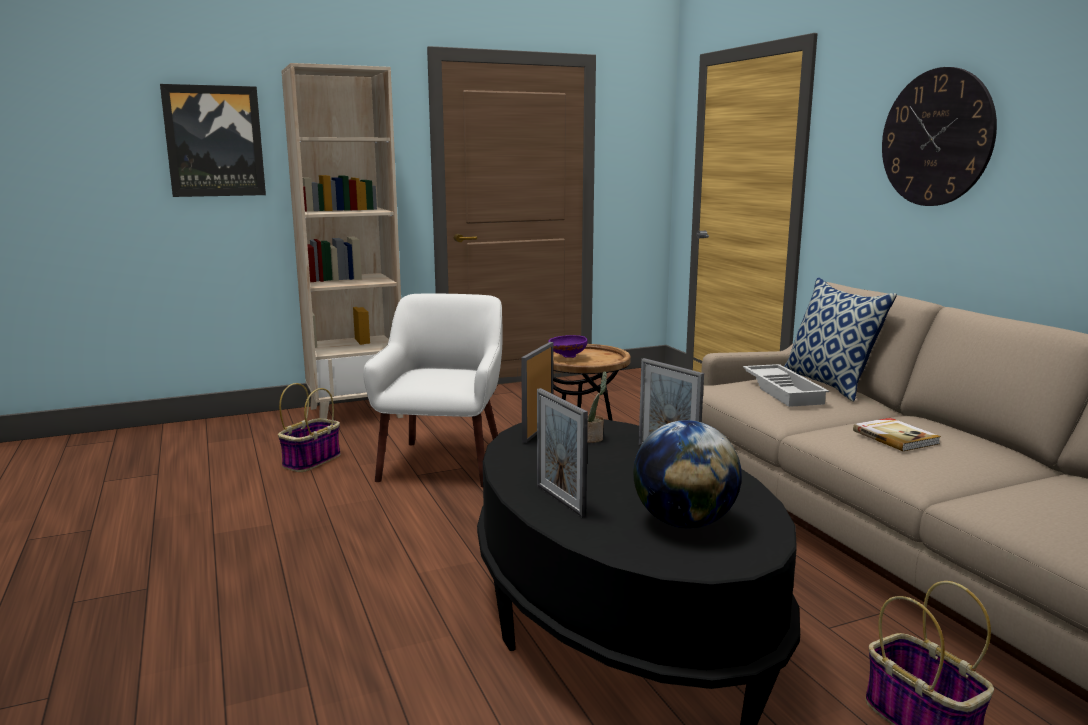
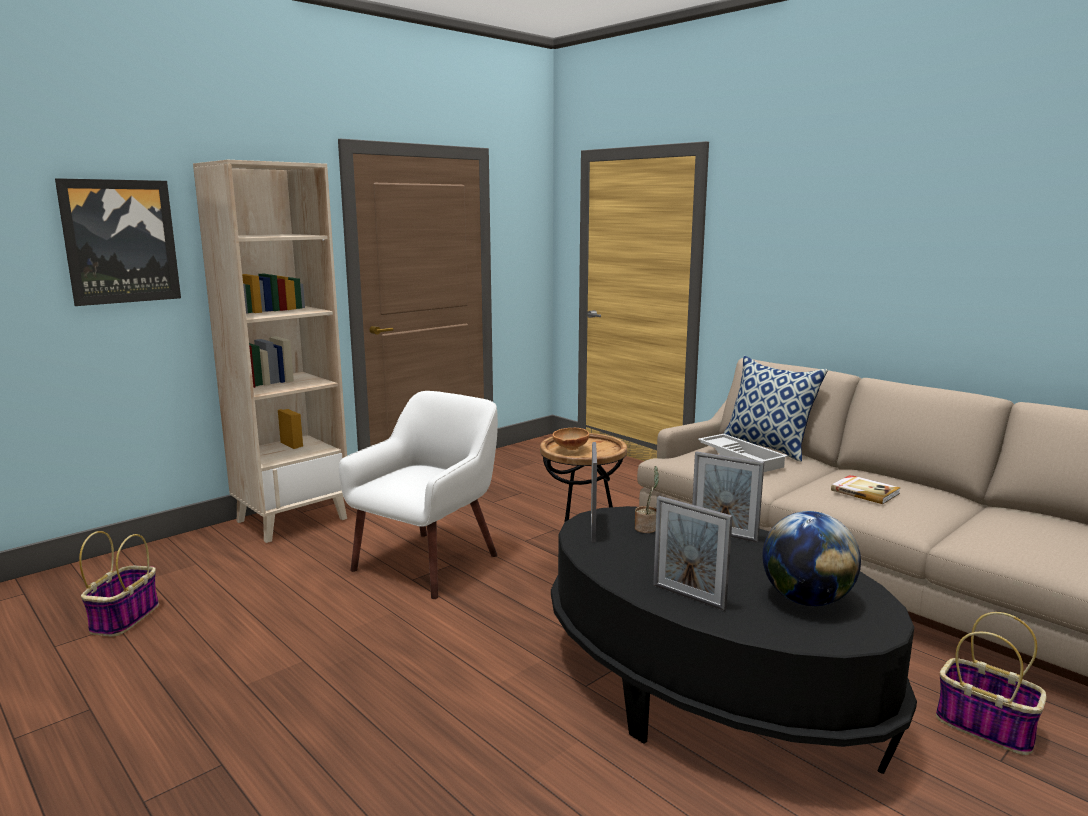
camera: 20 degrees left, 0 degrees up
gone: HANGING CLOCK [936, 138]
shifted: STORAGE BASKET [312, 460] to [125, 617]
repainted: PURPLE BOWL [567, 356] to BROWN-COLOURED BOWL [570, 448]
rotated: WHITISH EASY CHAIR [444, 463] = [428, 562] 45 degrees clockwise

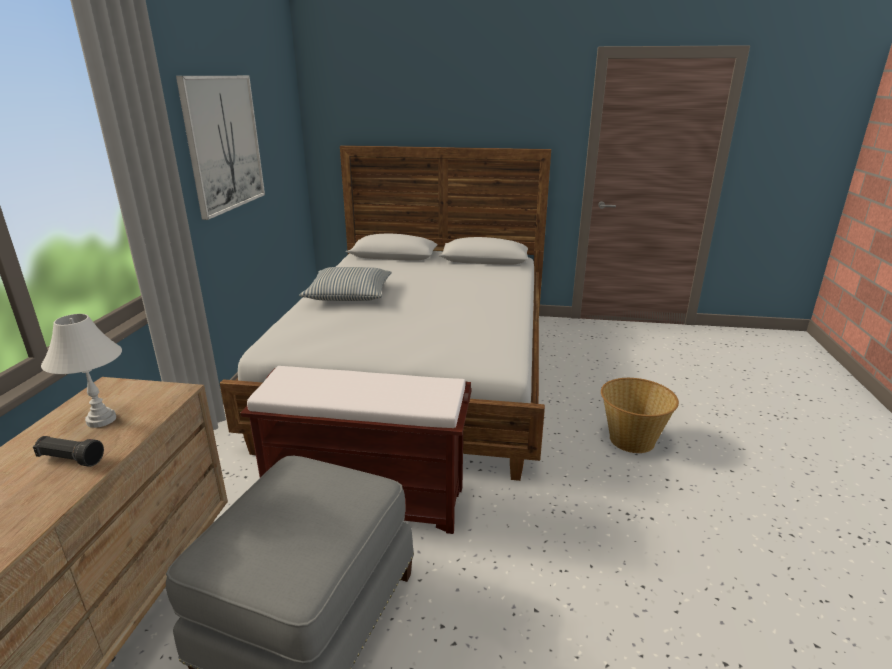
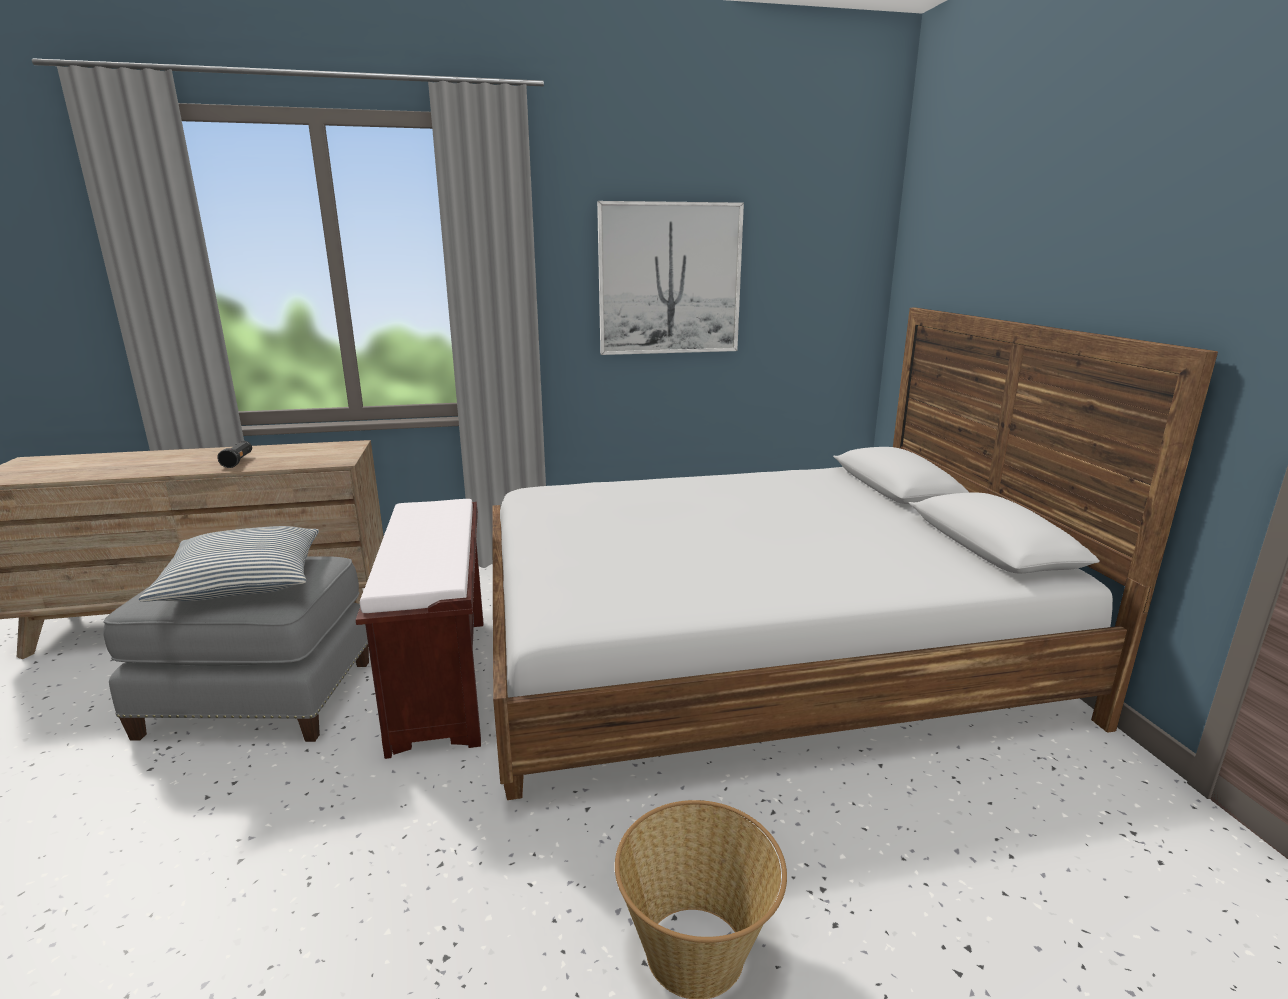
camera: 70 degrees right, 5 degrees down
gone: WHITISH LAMP FOR A TABLE [102, 420]
shifted: THROW PILLOW [349, 295] to [243, 580]

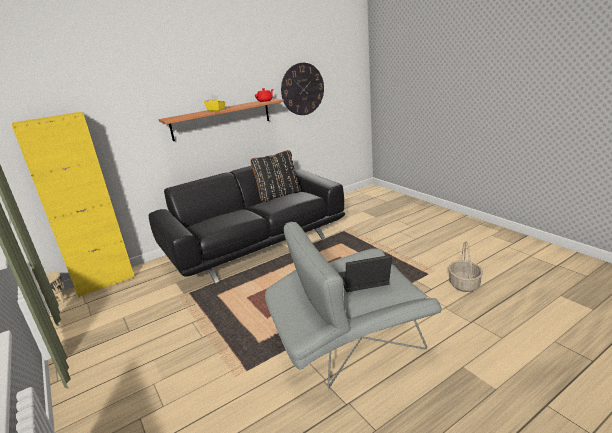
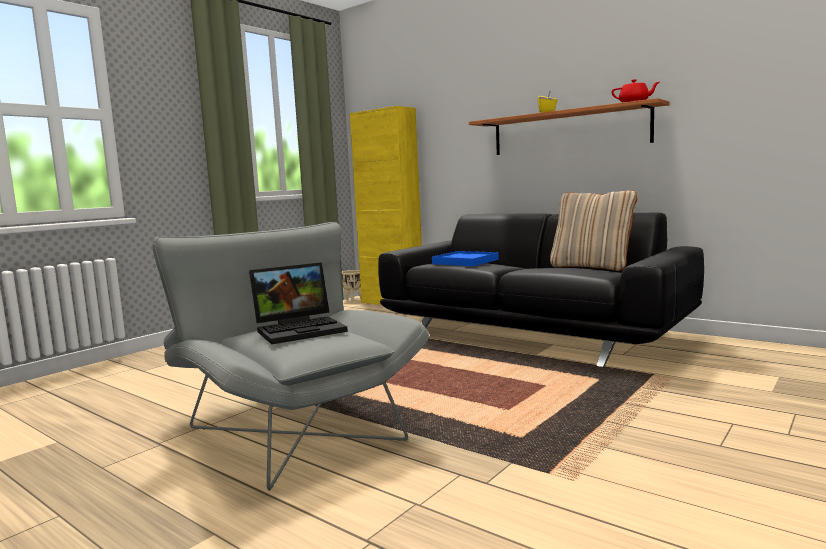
camera: 70 degrees right, 15 degrees down
gone: HANGING CLOCK [302, 89]; STORAGE BASKET [464, 285]
new: BLUE TRAY [465, 262]
repainted: BLACK-COLOURED THROW PILLOW [278, 195] to BEIGE THROW PILLOW [592, 267]
rotated: NOTEBOOK COMPUTER [363, 282] = [301, 329] 90 degrees clockwise

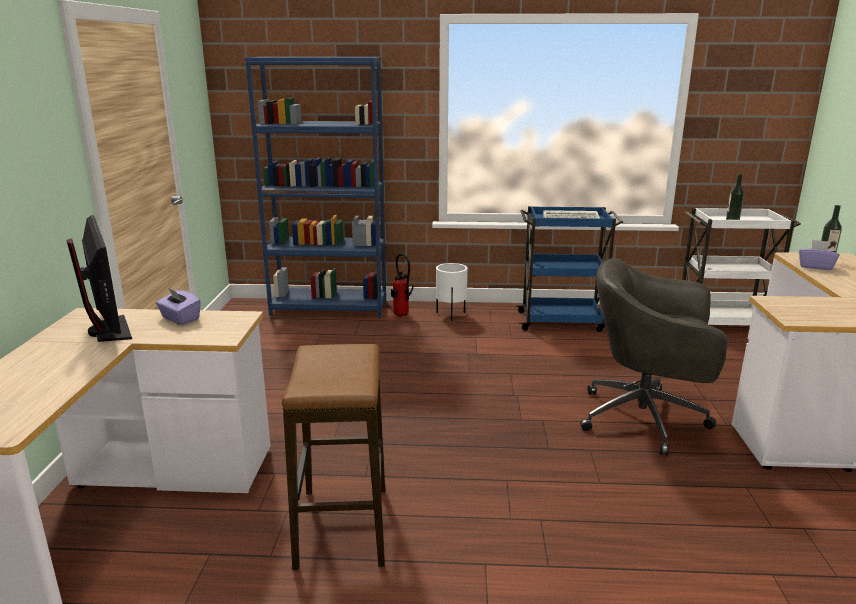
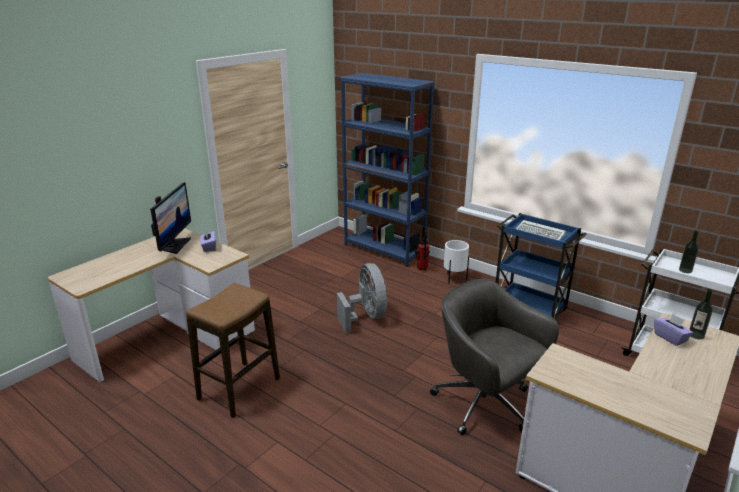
camera: 35 degrees right, 5 degrees up
new: GREYISH ELECTRIC FAN [366, 317]

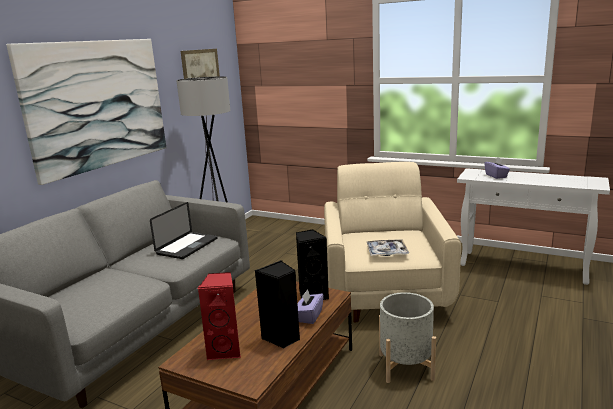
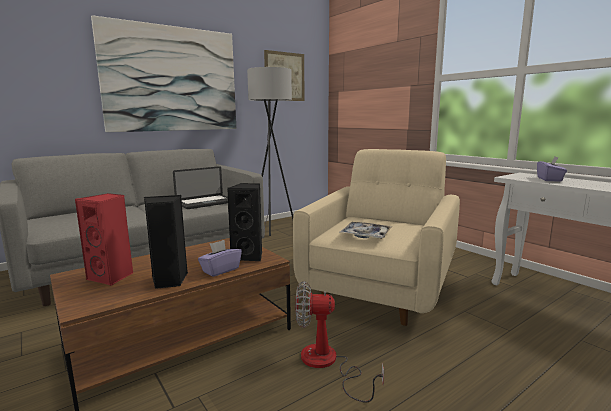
camera: 25 degrees right, 5 degrees down
swapped: GREYISH PLANT POT [405, 366] to ELECTRIC FAN [327, 364]

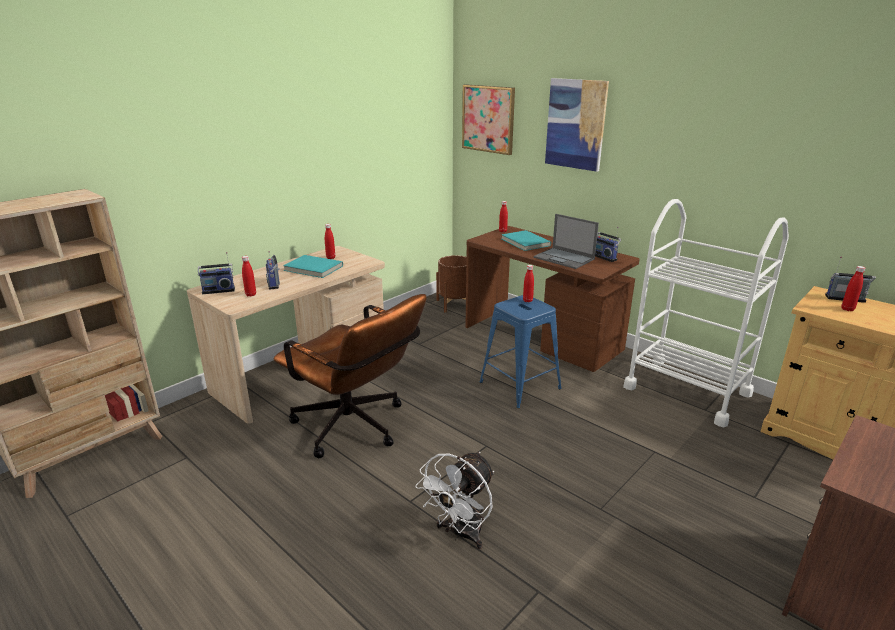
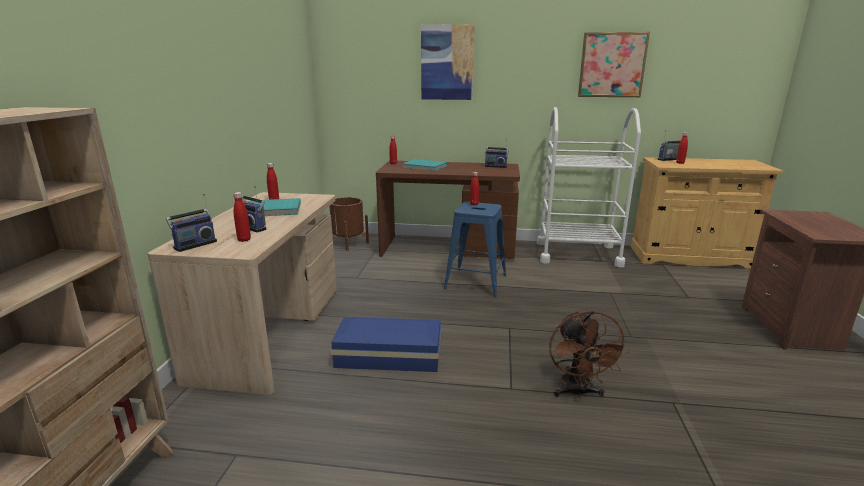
camera: 35 degrees left, 5 degrees down
gone: NOTEBOOK COMPUTER [564, 258]
shifted: PICTURE [488, 119] to [612, 65]
swapped: BROWN-COLOURED DESK CHAIR [356, 429] to BLUE STORAGE BOX [390, 356]
repainted: WHITISH ELECTRIC FAN [461, 534] to BROWN-COLOURED ELECTRIC FAN [577, 392]

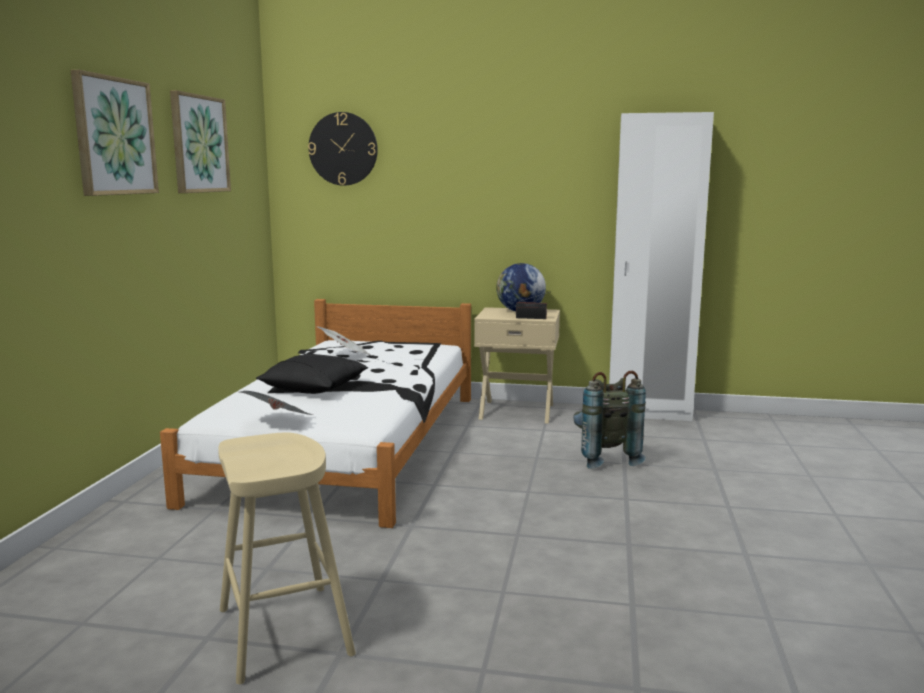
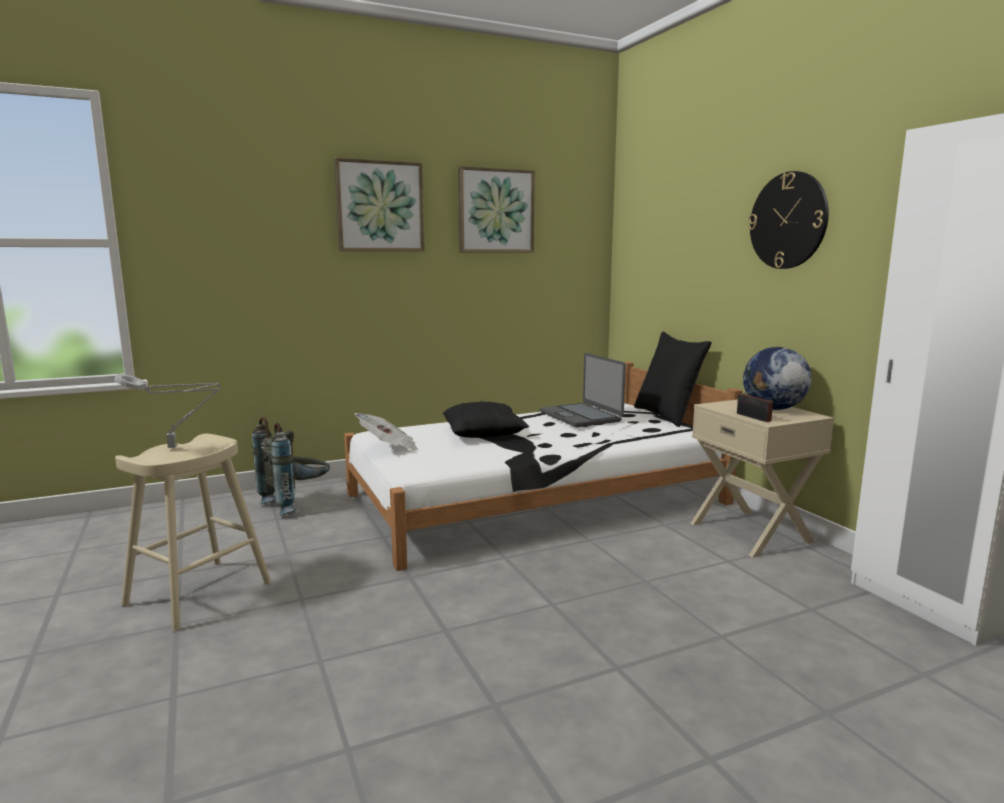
camera: 55 degrees right, 0 degrees up
new: GREYISH LAMP FOR A TABLE [176, 447]; BLACK-COLOURED THROW PILLOW [666, 415]
shifted: HANGING CLOCK [343, 149] to [788, 220]; GREYISH KNAPSACK [603, 457] to [296, 503]
swapped: PRINTED PAPER [345, 355] to NOTEBOOK COMPUTER [581, 416]

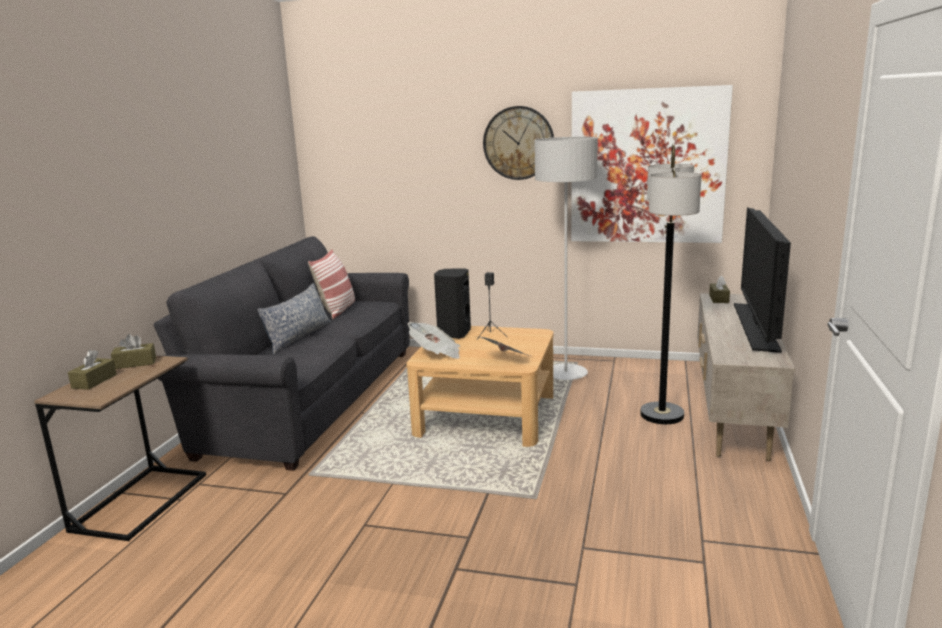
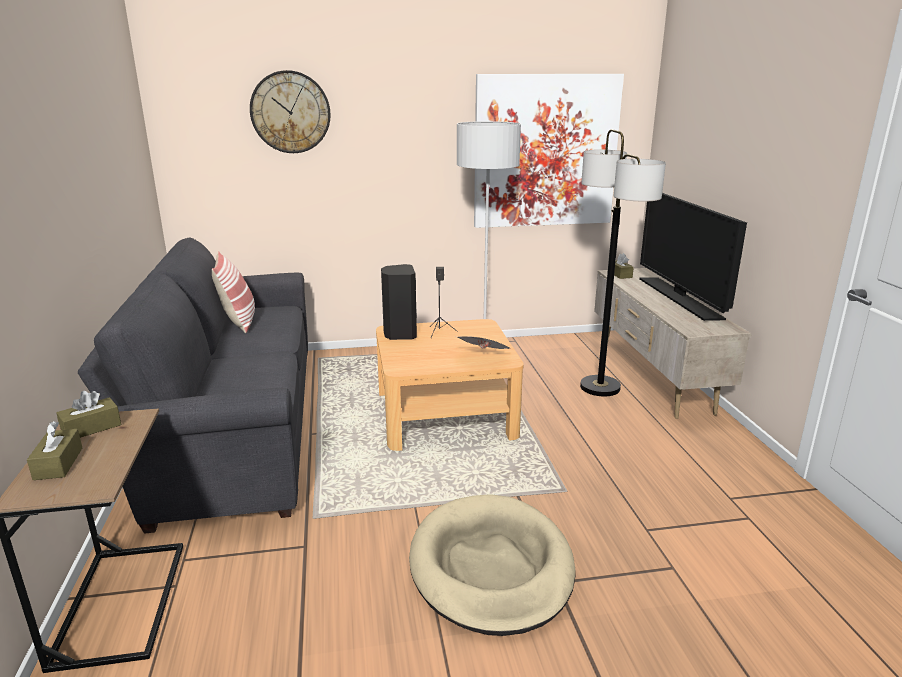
camera: 25 degrees left, 5 degrees up
gone: THROW PILLOW [298, 337]; PRINTED PAPER [436, 354]
new: BEIGE PET BED [491, 567]
shifted: HANGING CLOCK [518, 143] to [290, 112]

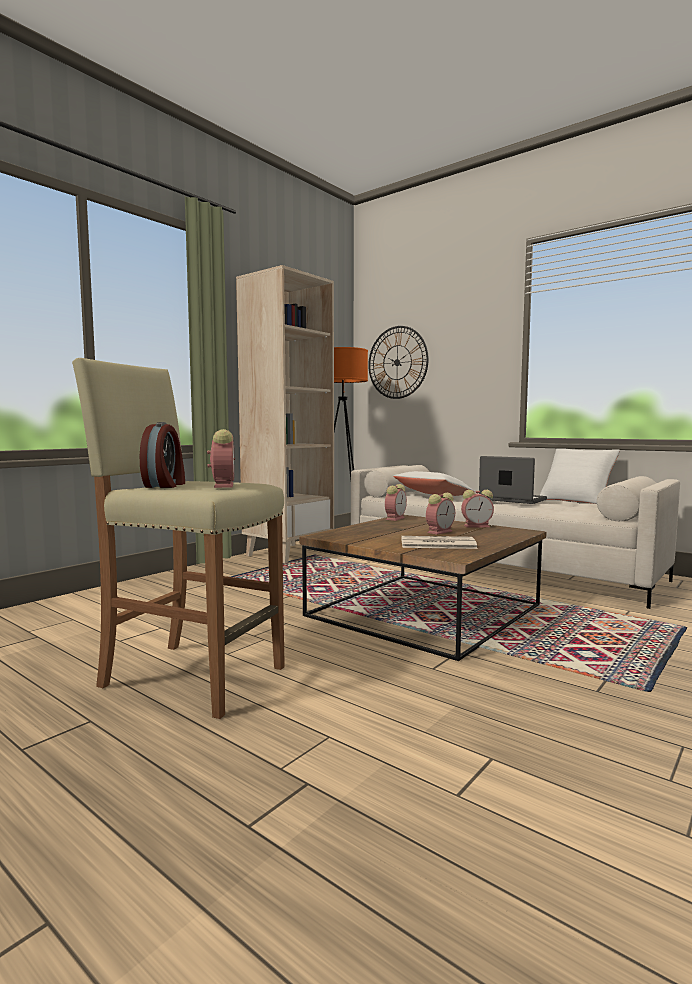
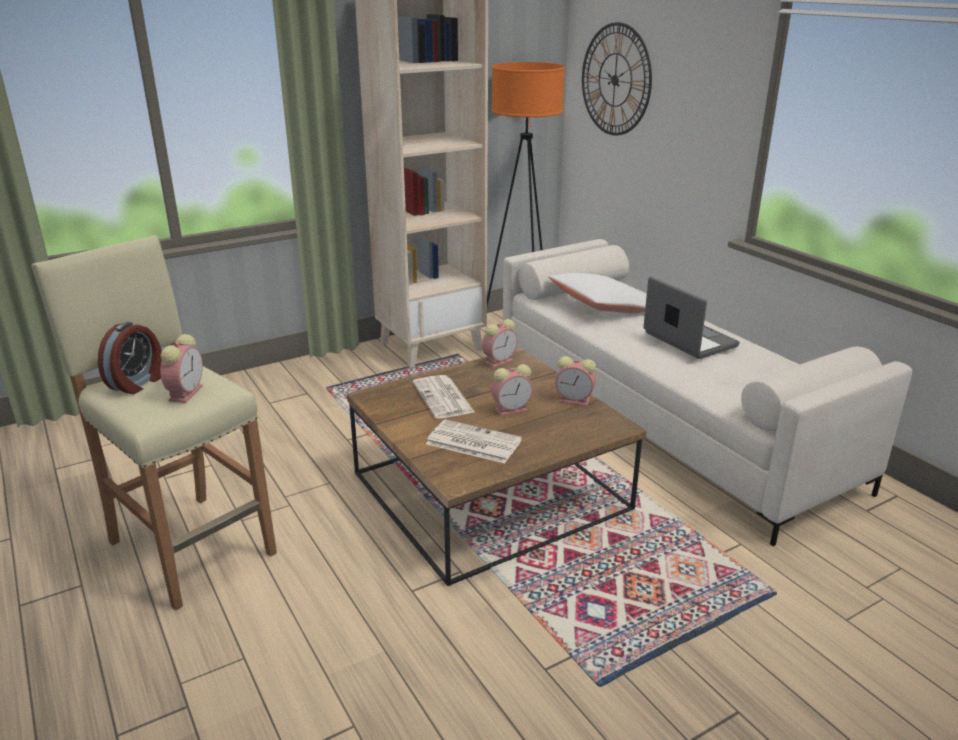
camera: 20 degrees right, 20 degrees up
gone: WHITISH THROW PILLOW [577, 500]
new: PRINTED PAPER [444, 398]

